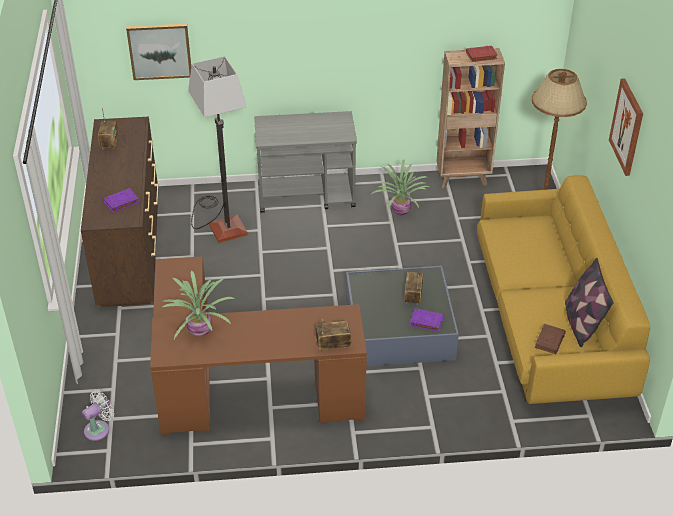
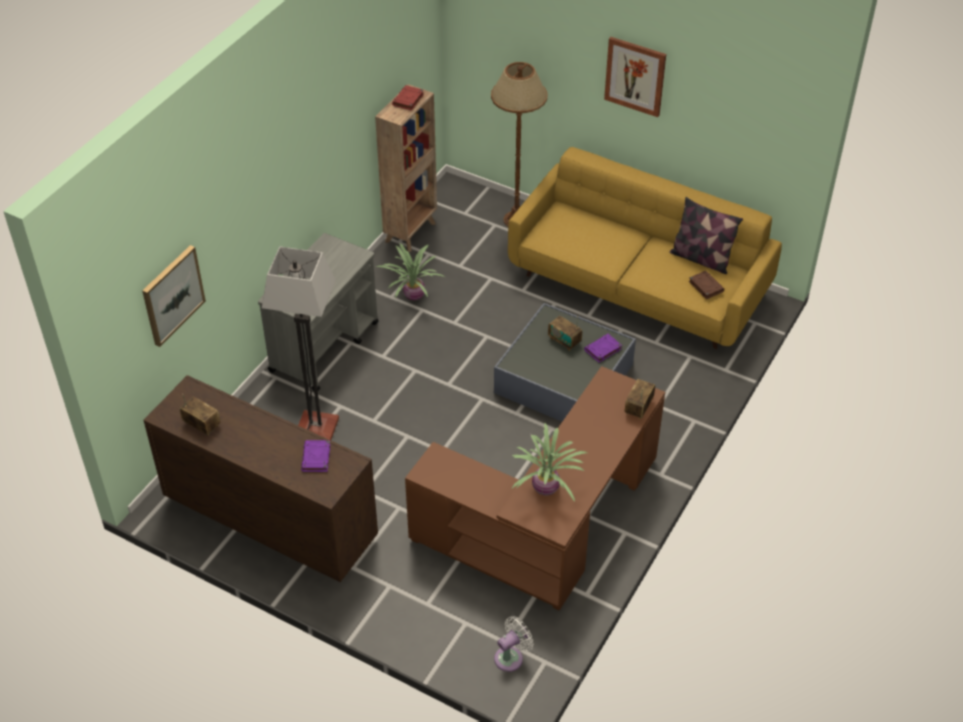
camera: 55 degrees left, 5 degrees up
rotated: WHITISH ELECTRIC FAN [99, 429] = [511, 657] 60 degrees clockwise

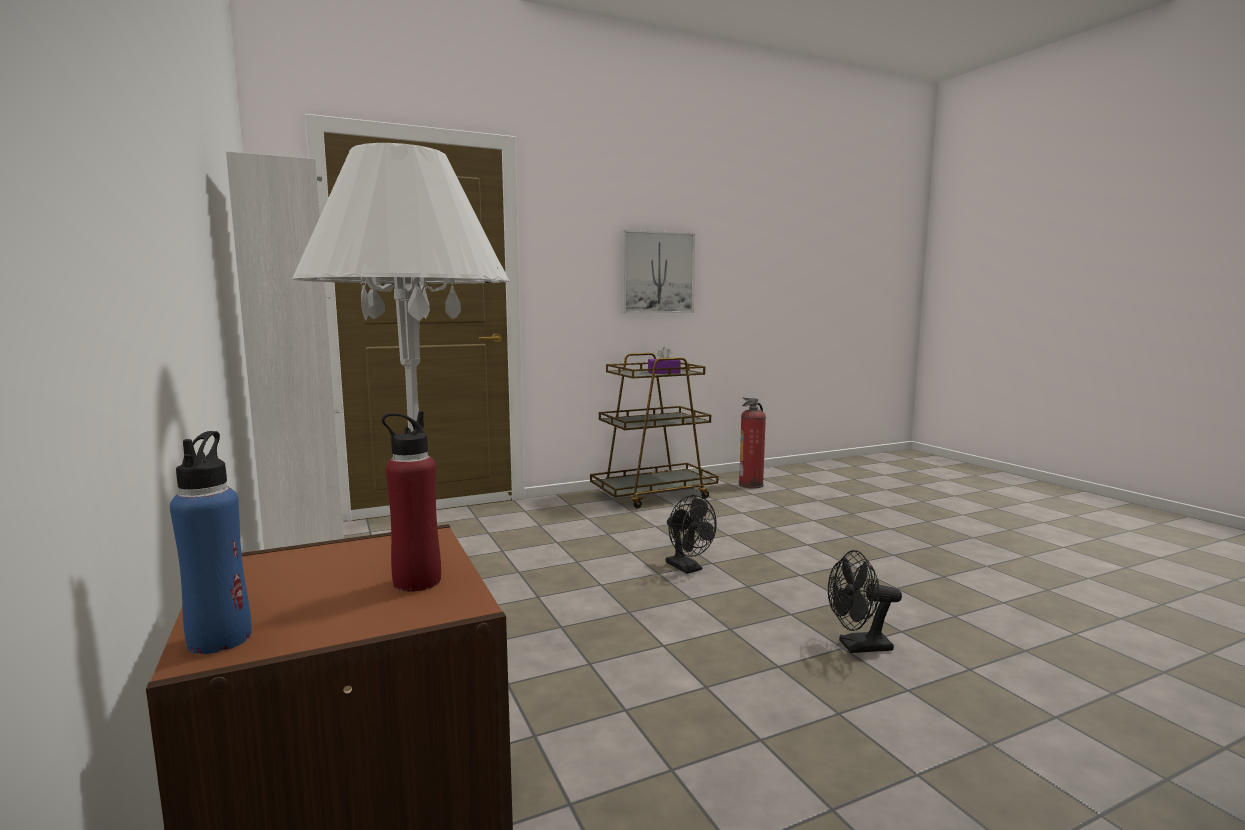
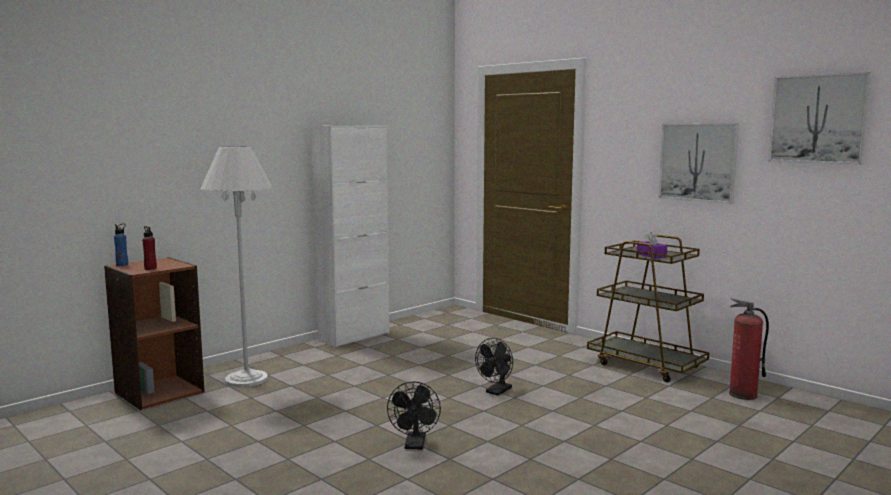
camera: 70 degrees right, 0 degrees up
new: PICTURE [818, 119]
rotated: BLACK-COLOURED ELECTRIC FAN [858, 647] = [415, 445] 150 degrees counterclockwise

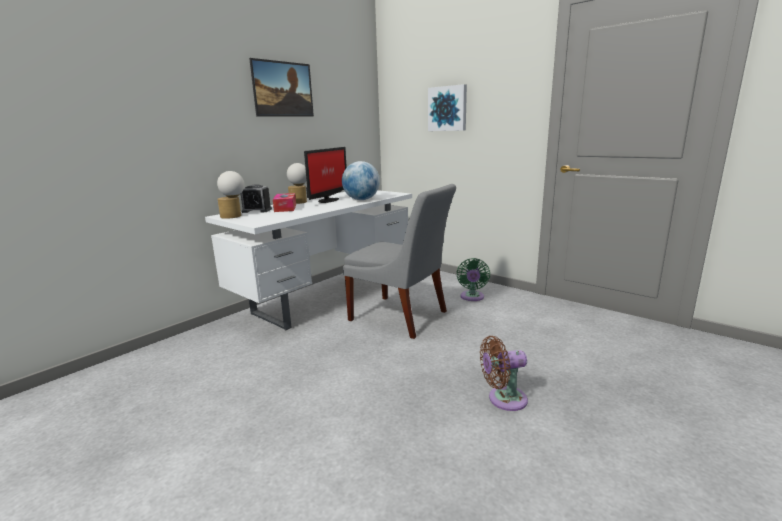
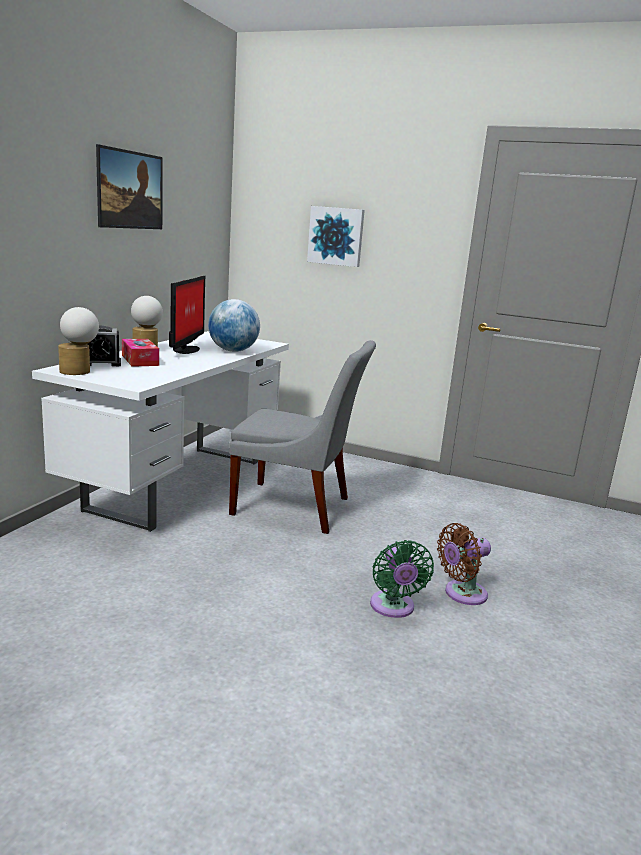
camera: 20 degrees left, 0 degrees up
shifted: GREEN ELECTRIC FAN [472, 297] to [393, 608]

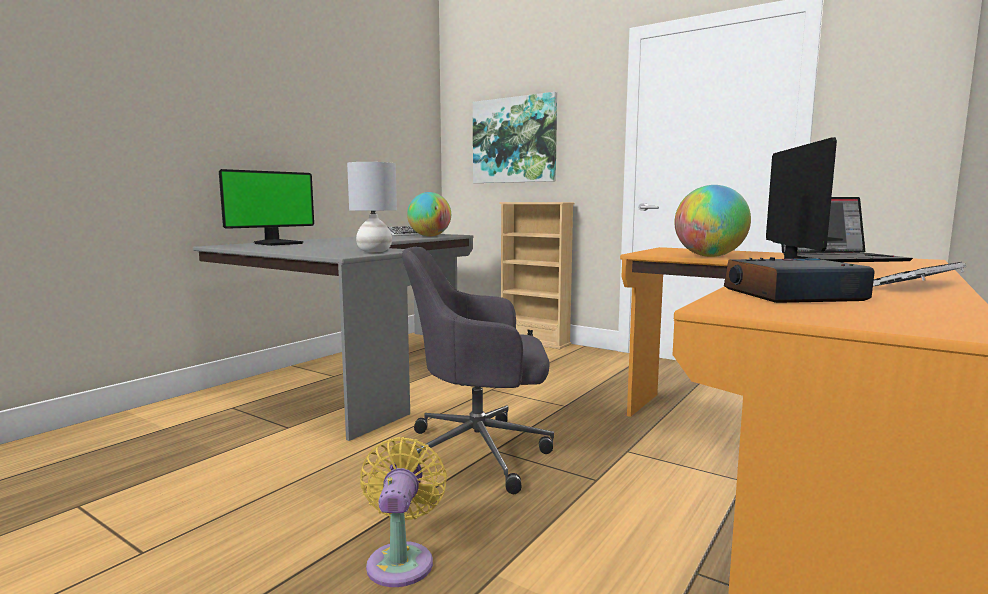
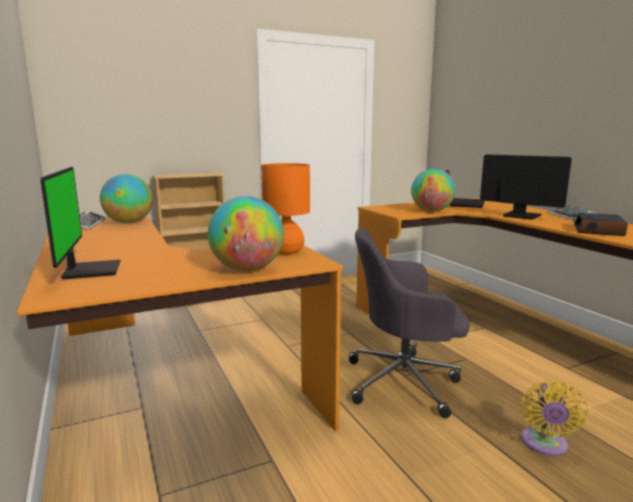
camera: 60 degrees left, 5 degrees up
gone: PICTURE [514, 140]
new: GLOBE [247, 269]
repainted: GREYISH DESK [358, 372] to ORANGE-COLOURED DESK [153, 391]; GREYISH LAMP FOR A TABLE [374, 251] to ORANGE-COLOURED LAMP FOR A TABLE [287, 252]
rotated: YELLOW ELECTRIC FAN [401, 560] = [544, 445] 105 degrees counterclockwise; GREYISH DESK CHAIR [479, 453] = [405, 381] 60 degrees clockwise

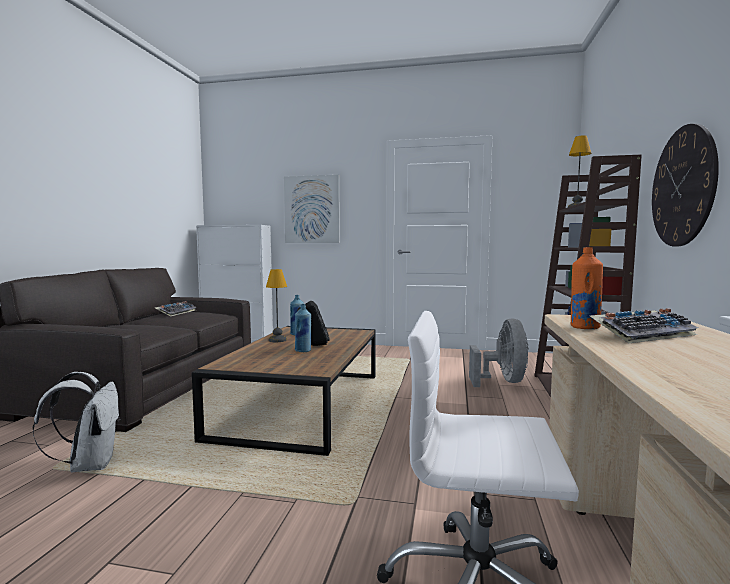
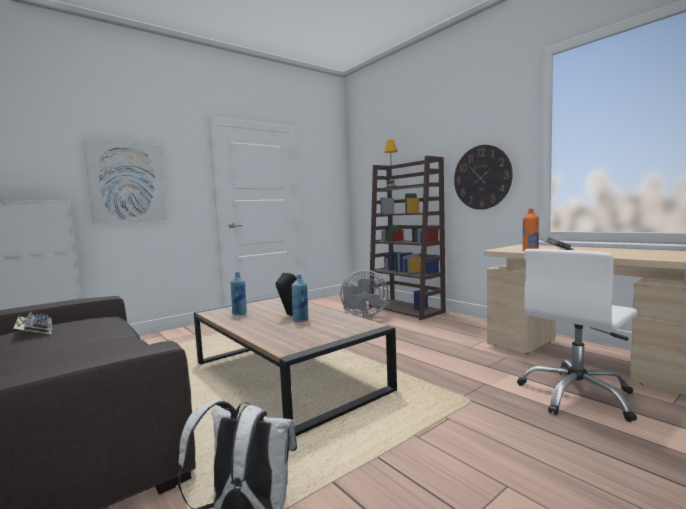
camera: 50 degrees left, 0 degrees up
gone: LAMP FOR A TABLE [277, 340]
rotated: GREYISH ELECTRIC FAN [503, 381] = [363, 315] 135 degrees clockwise

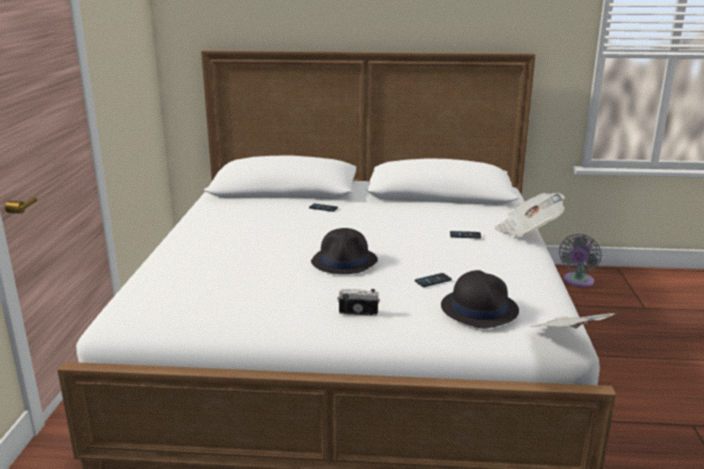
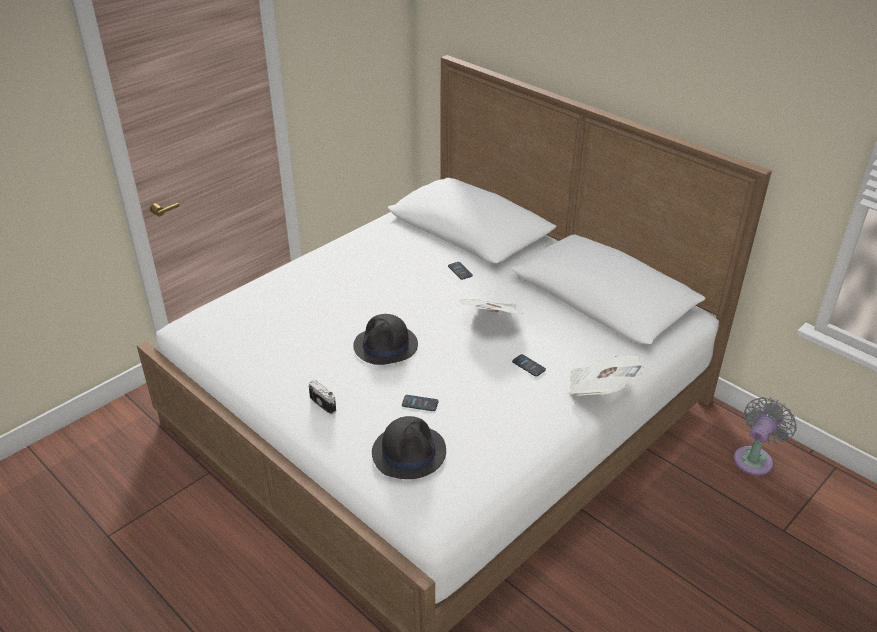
camera: 40 degrees right, 15 degrees up
shifted: PRINTED PAPER [570, 340] to [493, 320]
rotated: GREYISH ELECTRIC FAN [577, 282] = [755, 458] 150 degrees clockwise

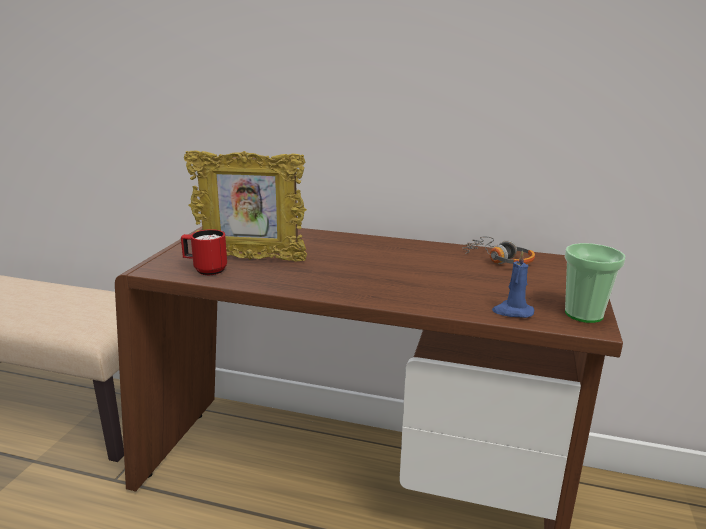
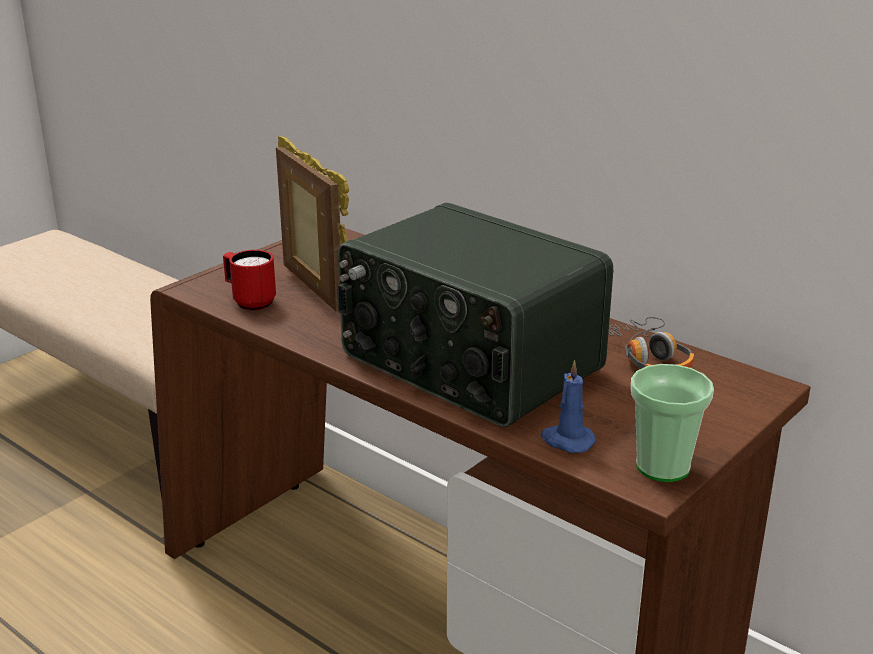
camera: 25 degrees right, 5 degrees up
new: RADIO SET [468, 364]
rotated: STANDING FRAME [250, 259] = [315, 295] 150 degrees counterclockwise

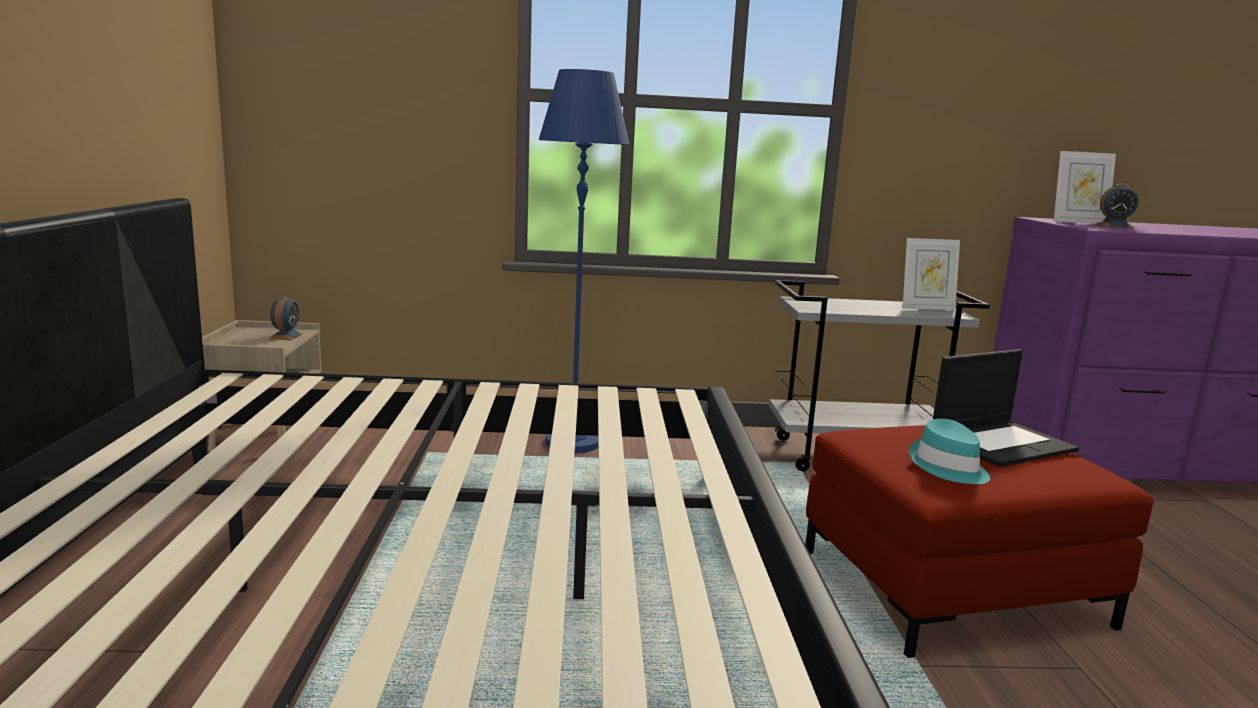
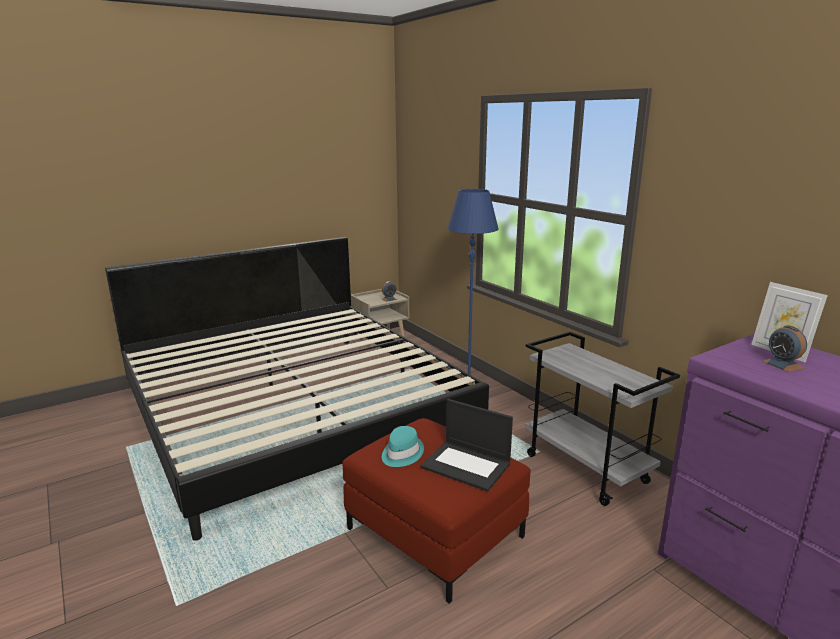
camera: 60 degrees right, 5 degrees up
gone: STANDING FRAME [926, 308]

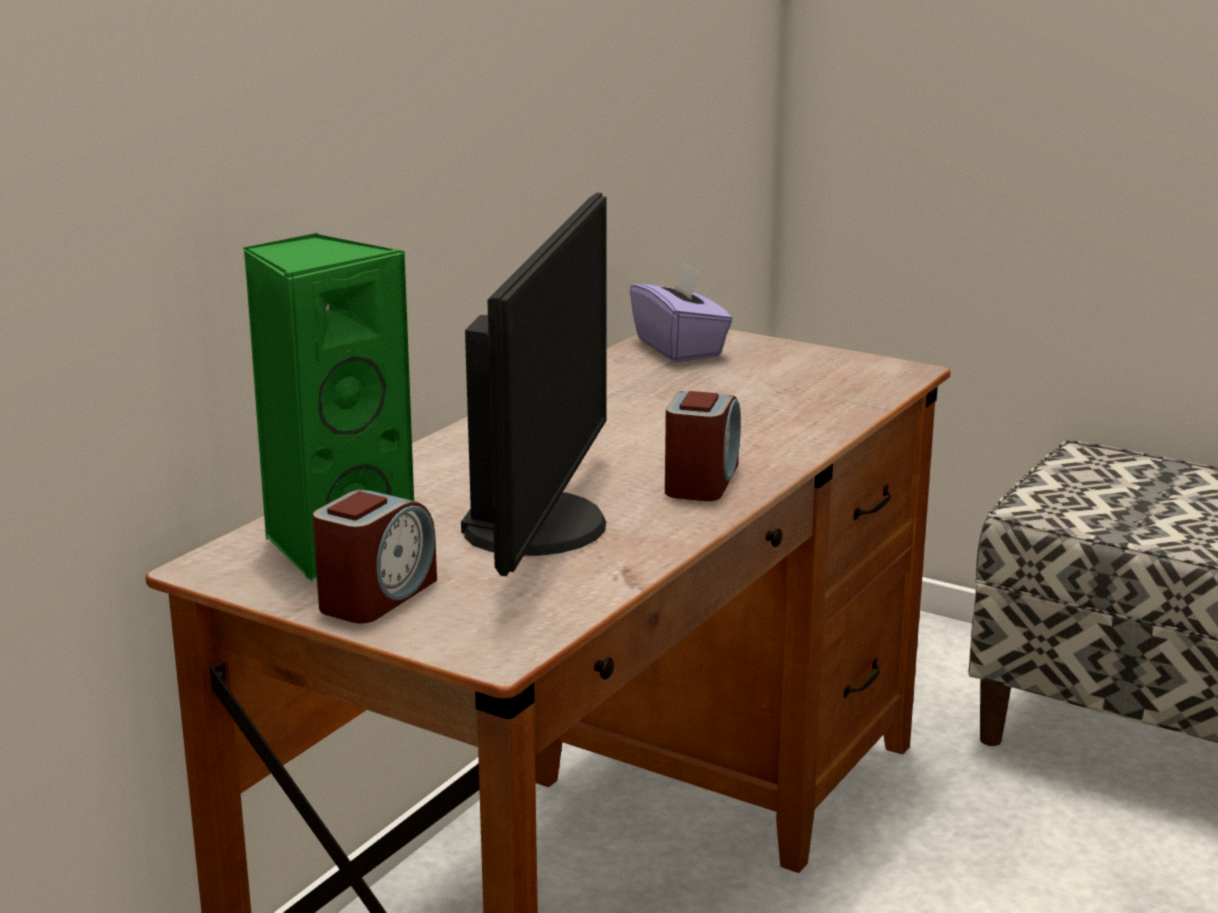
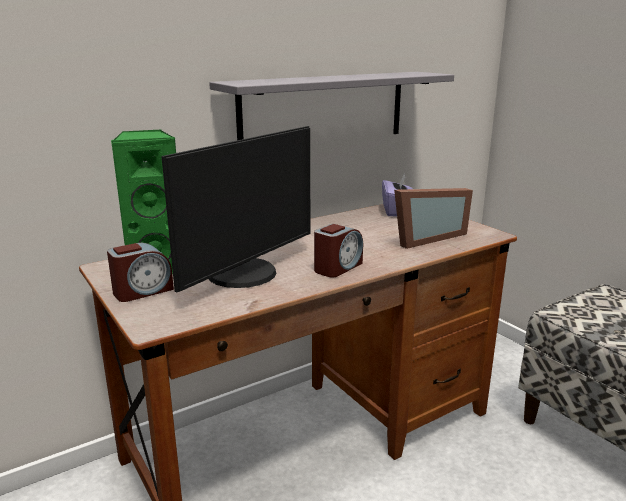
camera: 25 degrees right, 0 degrees up
new: GREYISH SHELF [324, 109]; STANDING FRAME [425, 238]

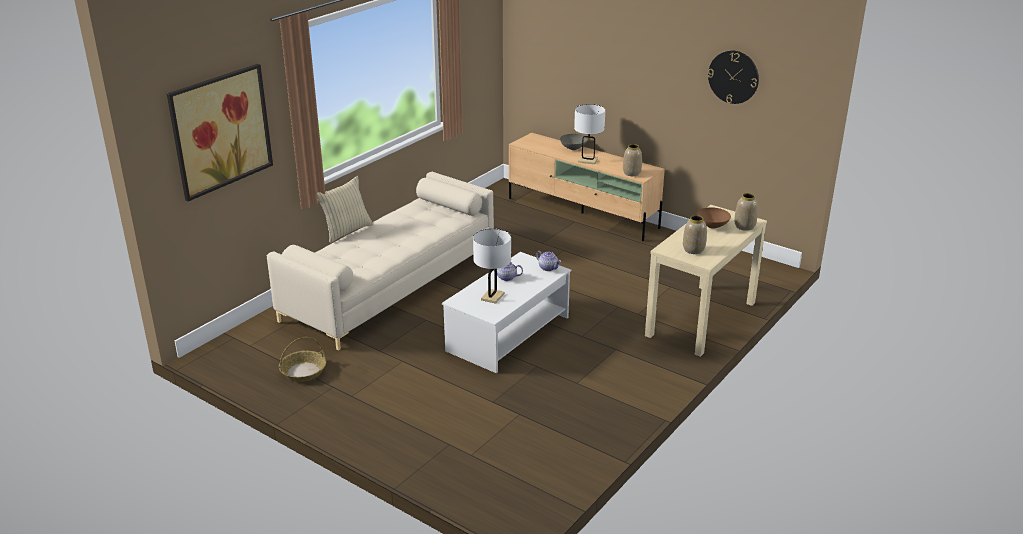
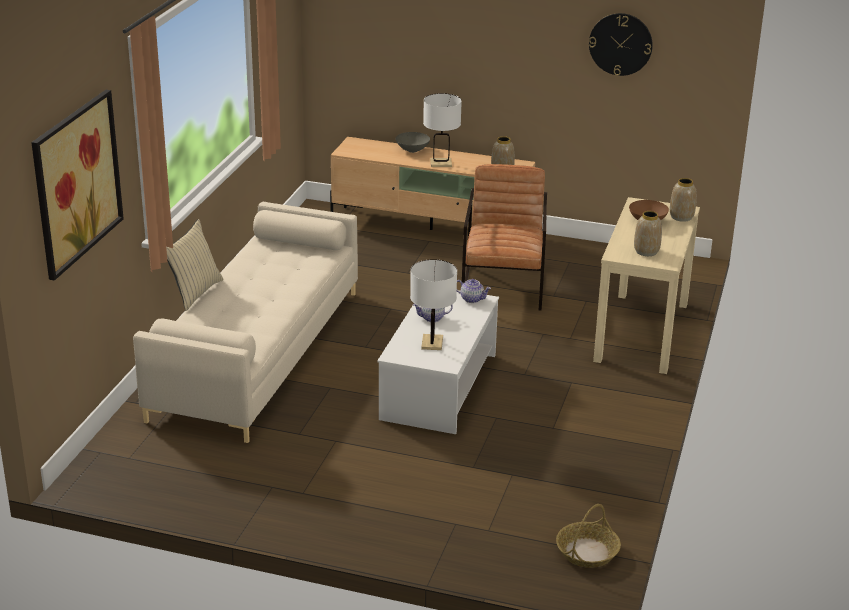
camera: 20 degrees left, 0 degrees up
new: BROWN-COLOURED EASY CHAIR [503, 287]
shifted: STORAGE BASKET [303, 372] to [587, 552]

